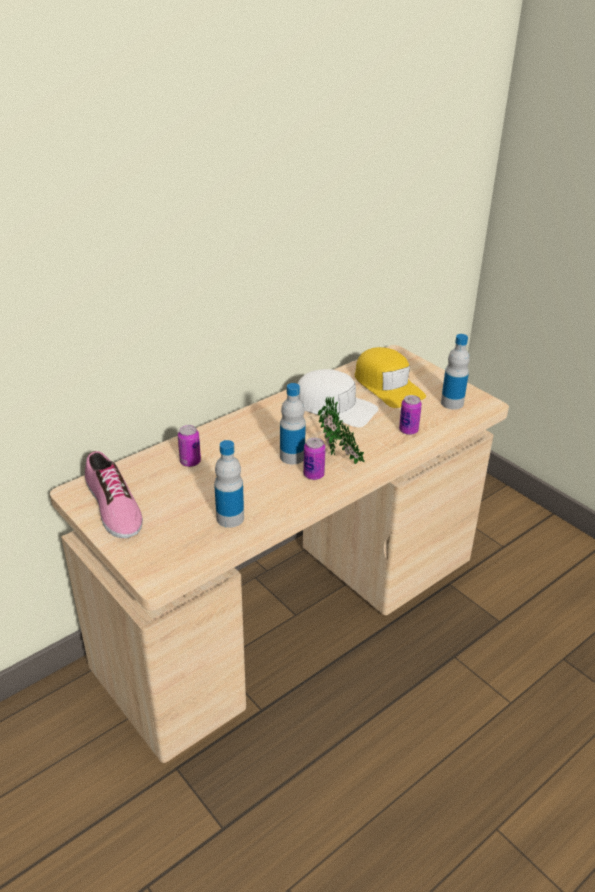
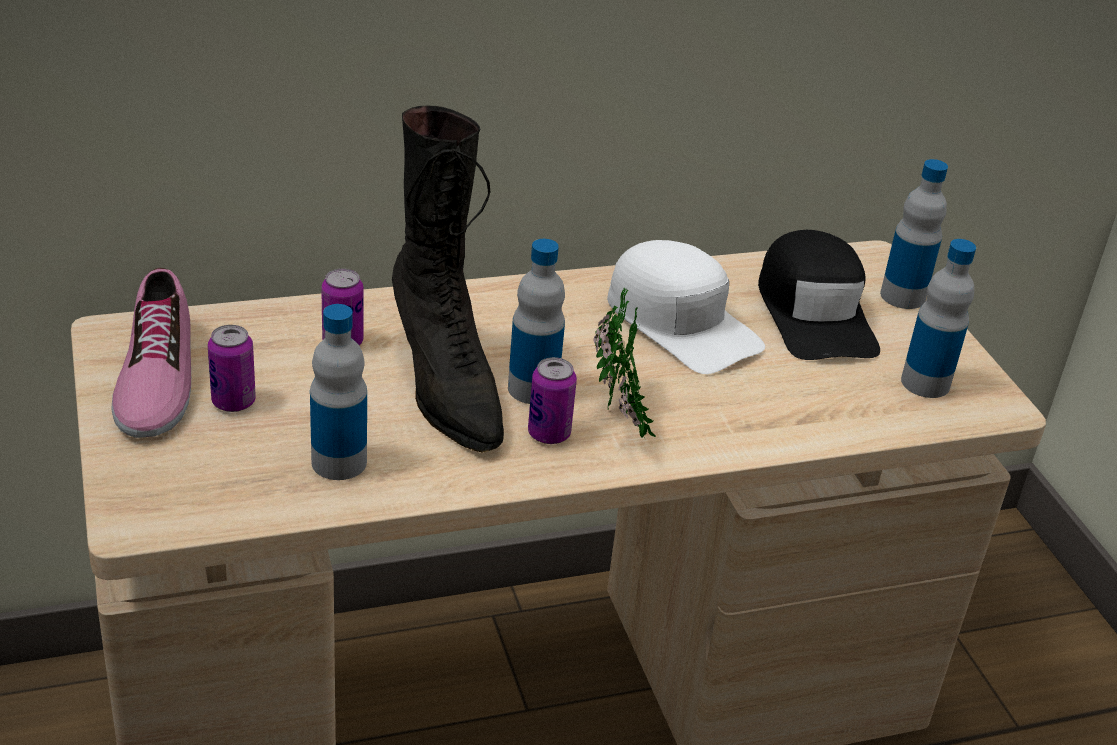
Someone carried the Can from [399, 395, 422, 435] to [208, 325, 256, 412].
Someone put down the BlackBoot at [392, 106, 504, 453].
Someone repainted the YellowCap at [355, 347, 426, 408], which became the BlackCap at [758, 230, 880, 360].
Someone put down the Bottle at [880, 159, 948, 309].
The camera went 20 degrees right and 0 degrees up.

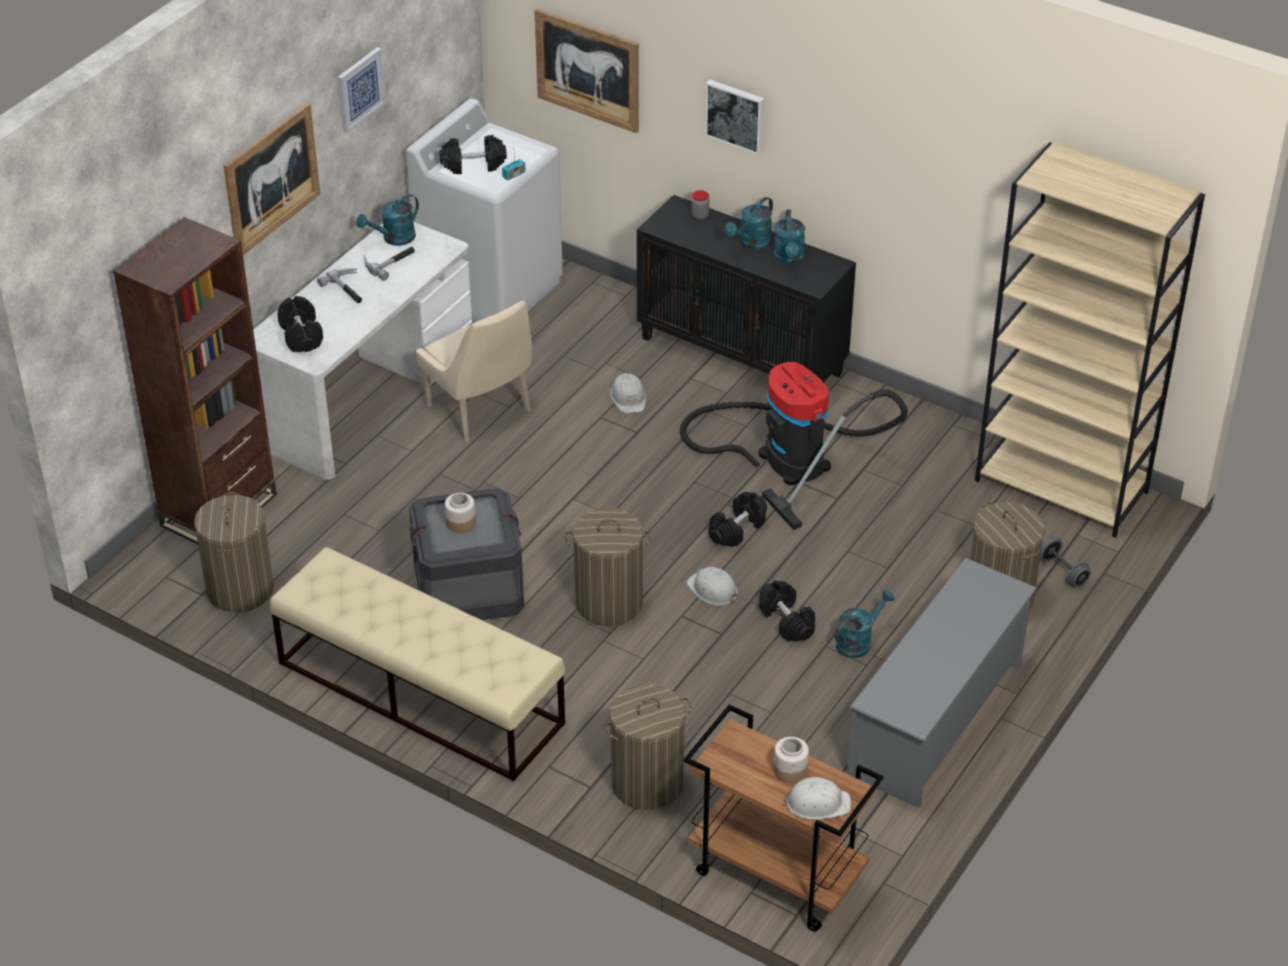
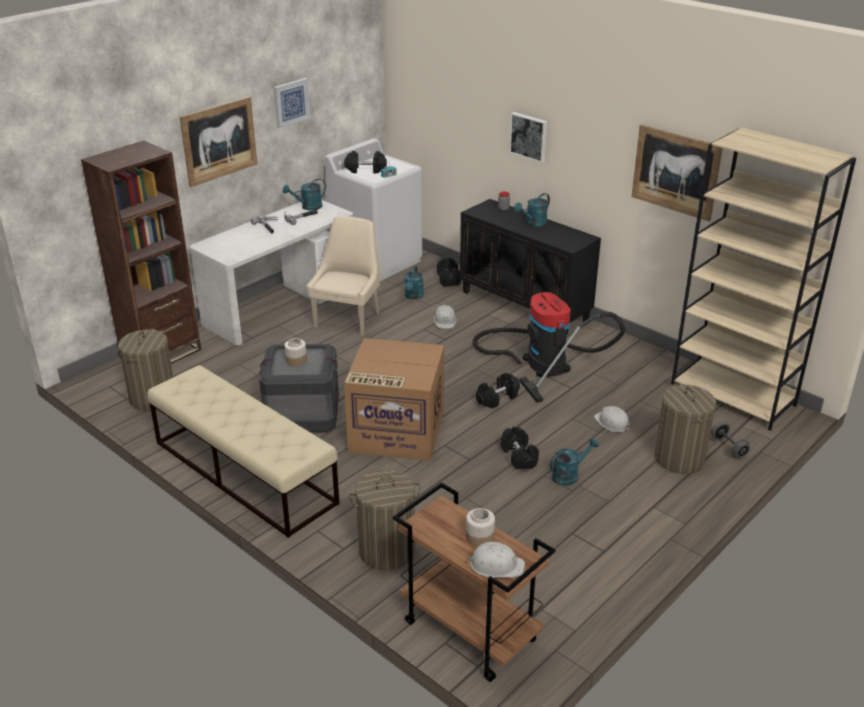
Someone rotated the BeigeChair at [416, 300, 532, 442] by 135 degrees counterclockwise.
Someone swapped the LaundryBasket at [565, 508, 651, 626] for the CardboardBox at [344, 338, 444, 461].
Someone carried the TurquoiseWateringCan from [774, 210, 805, 265] to [404, 266, 424, 299].
Someone carried the BlackDumbbell from [277, 296, 323, 352] to [437, 257, 461, 287].
Someone carried the WhiteHardHat from [686, 567, 738, 606] to [594, 406, 631, 432].
Someone carried the Picture from [535, 9, 639, 133] to [631, 125, 723, 221].
Someone took away the GreyShoeRack at [847, 558, 1037, 808].
The camera went 10 degrees right and 10 degrees down.

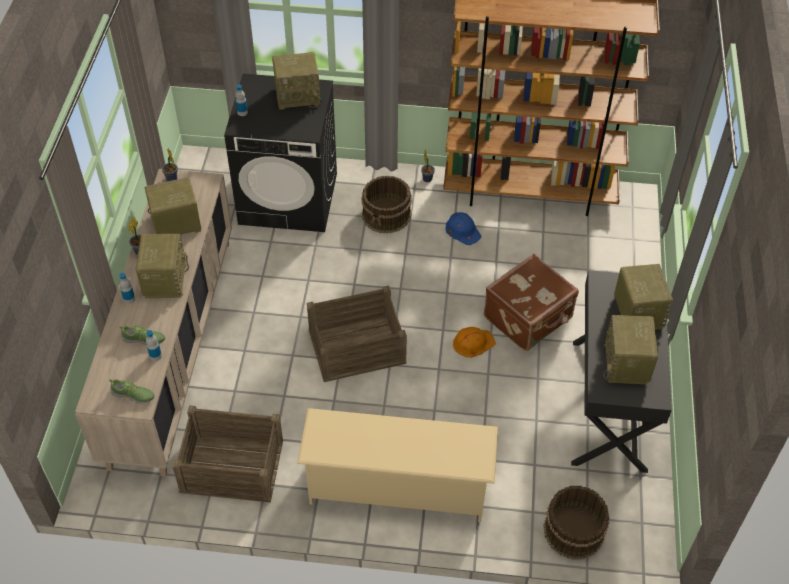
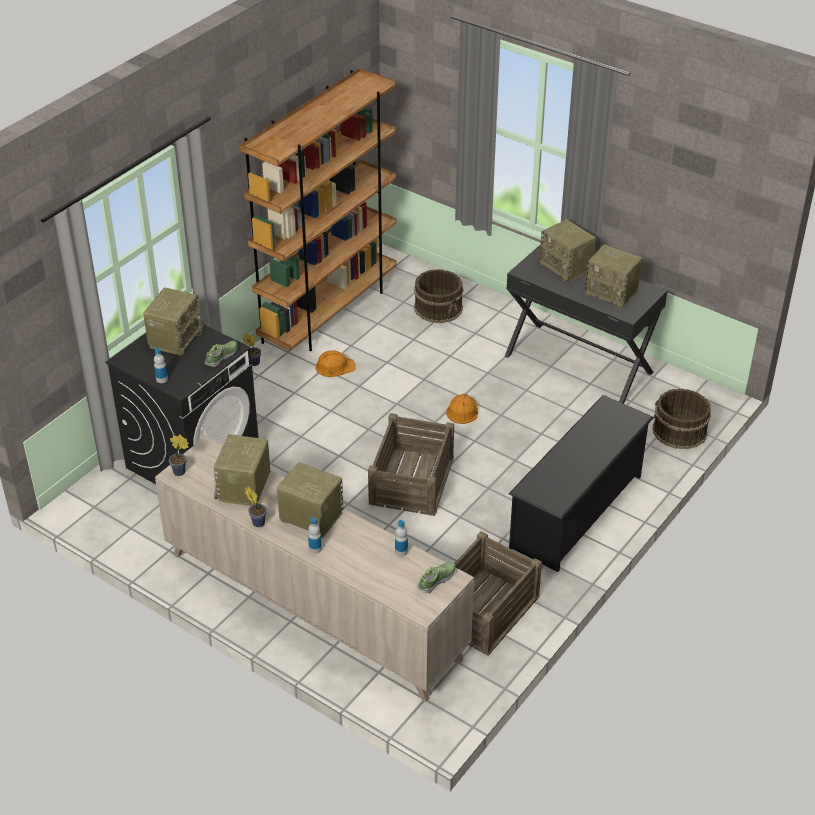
Someone carried the Shoe from [120, 325, 165, 345] to [205, 341, 237, 367].
Someone repainted the BlueHardHat at [445, 212, 481, 245], which became the OrangeHardHat at [316, 351, 356, 377].
Someone carried the BrownBucket from [362, 176, 412, 234] to [414, 269, 464, 323].
Someone repainted the BeigeShoeRack at [297, 408, 498, 522], which became the BlackShoeRack at [509, 395, 654, 572].
Someone rotated the Radio at [614, 264, 673, 330] by 150 degrees counterclockwise.
Someone took away the BrownSuitcase at [484, 254, 579, 351].
The camera went 60 degrees left and 10 degrees down.

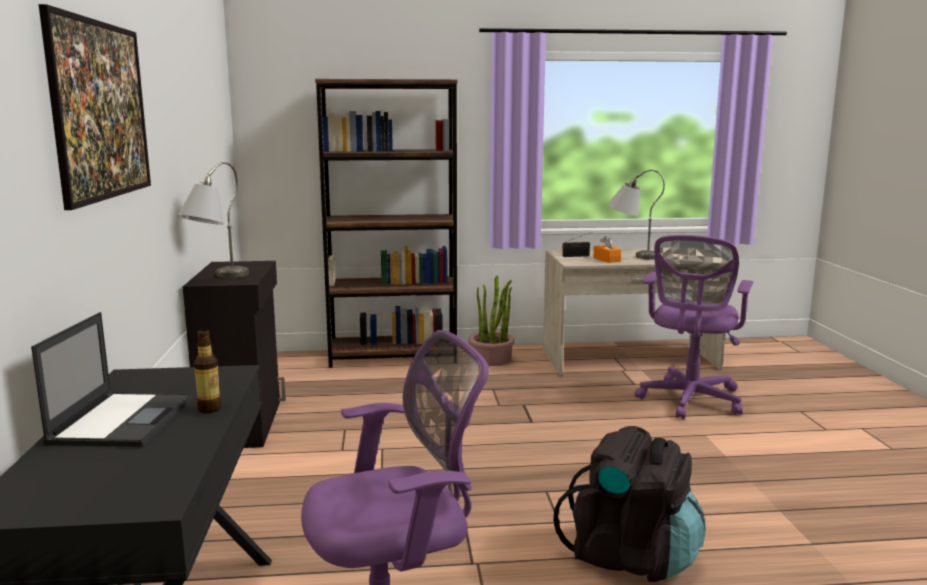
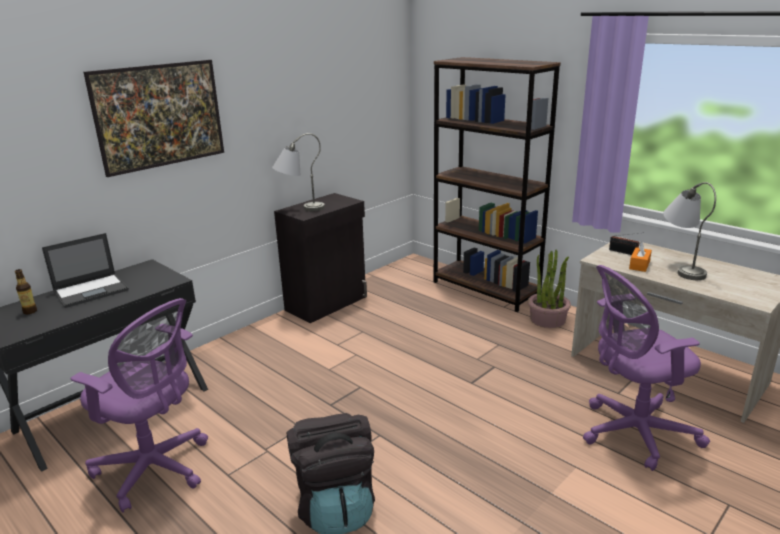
Someone carried the Bottle from [194, 329, 222, 413] to [15, 269, 37, 314].
The camera went 50 degrees right and 10 degrees up.

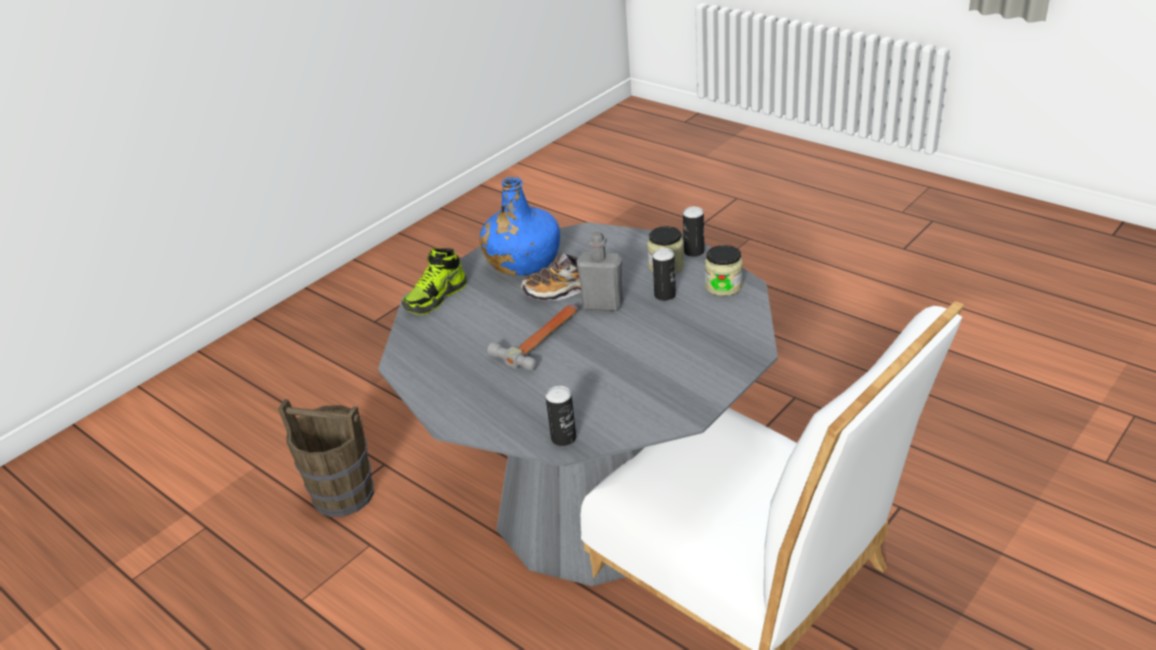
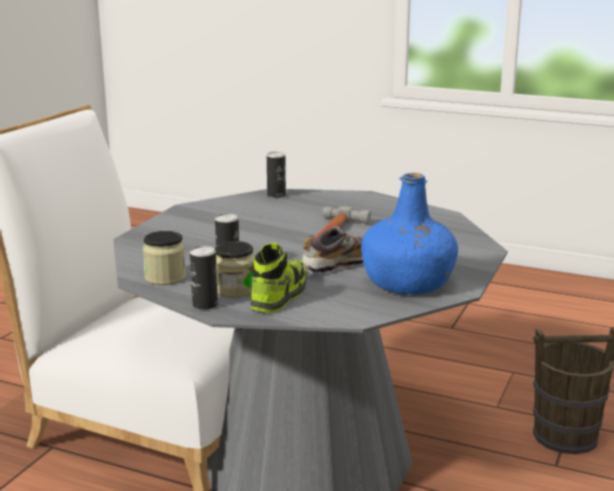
Someone carried the Shoe from [402, 248, 467, 315] to [251, 243, 307, 313].
Someone took away the GreyBottle at [576, 231, 623, 311].
The camera went 160 degrees right and 15 degrees down.

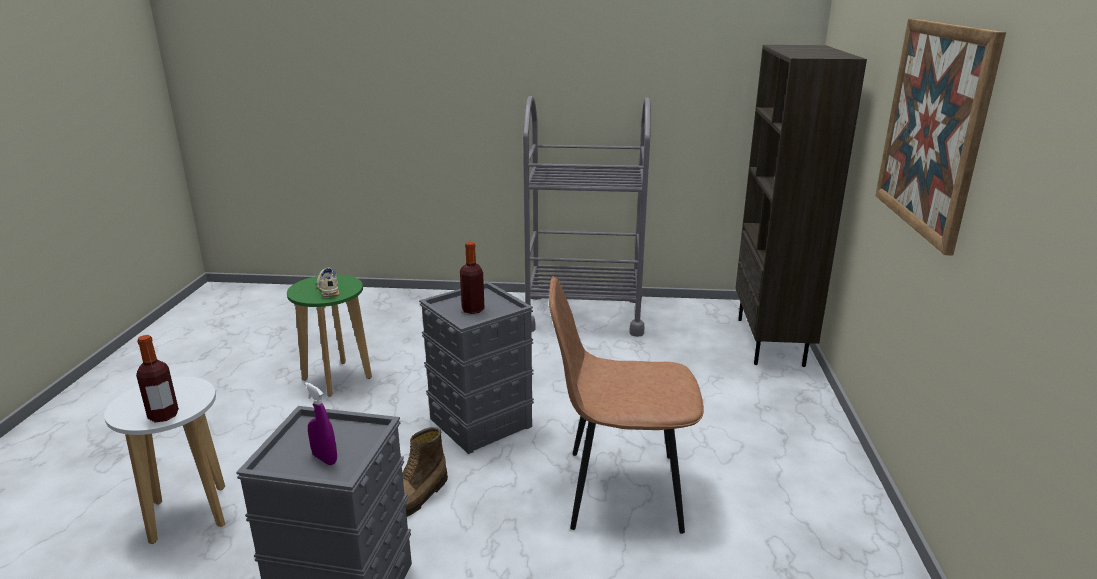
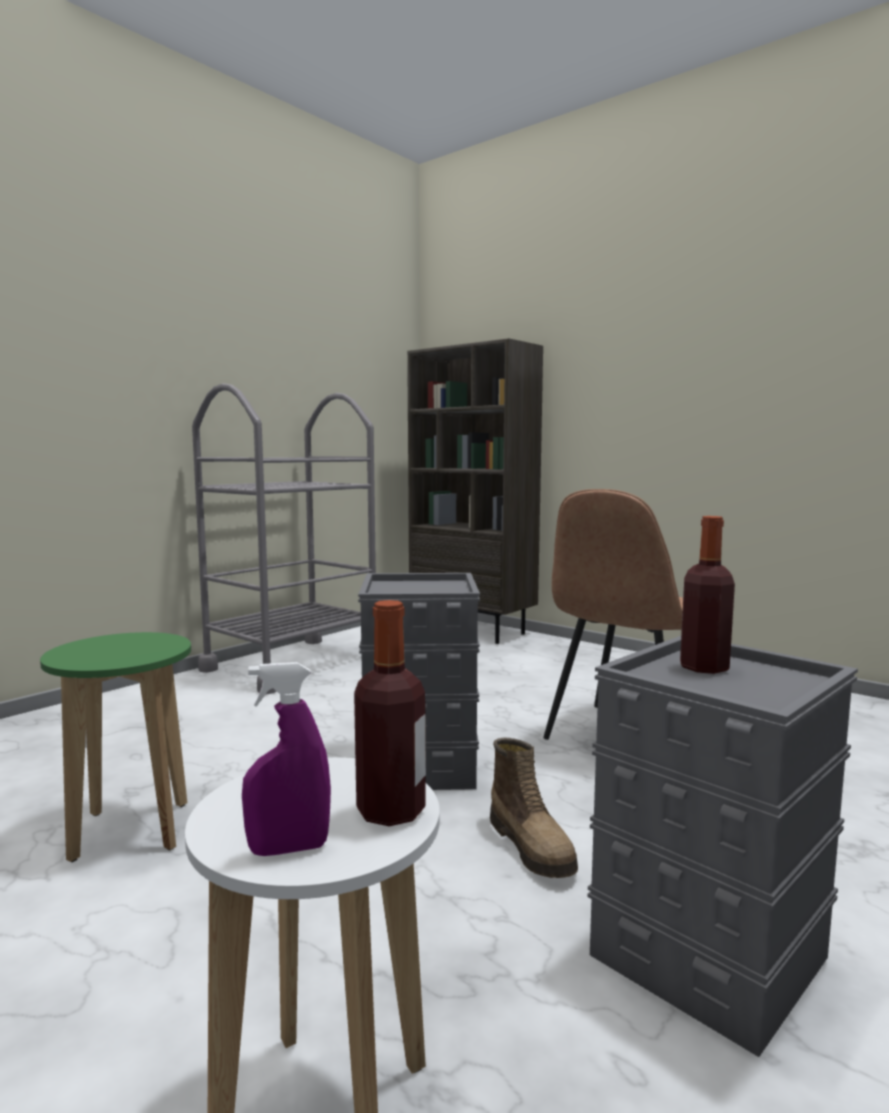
Someone carried the PurpleSprayBottle from [305, 382, 337, 465] to [242, 662, 331, 856].
Someone carried the Bottle from [460, 242, 485, 314] to [680, 516, 735, 674].
Someone took away the BeigeShoe at [317, 268, 340, 297].
Someone took away the Picture at [875, 19, 1006, 255].
The camera went 55 degrees left and 15 degrees down.

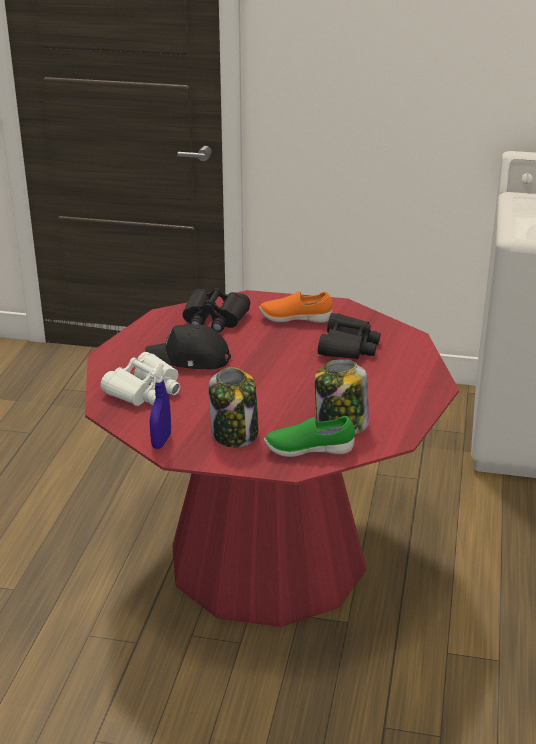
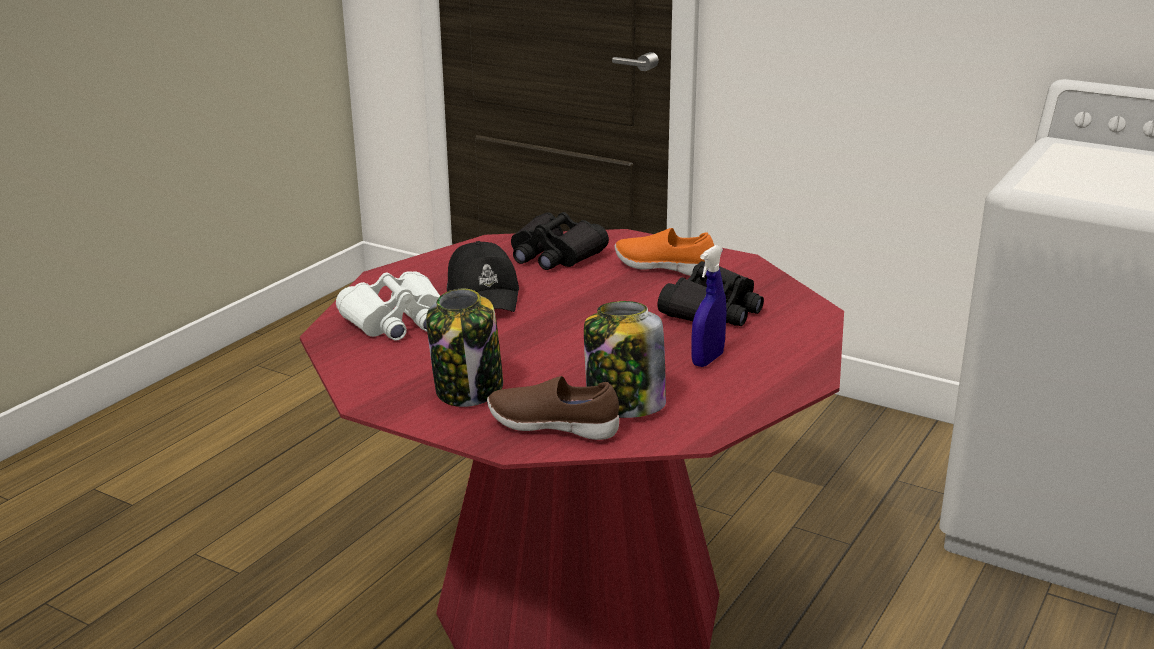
Someone rotated the BlackCap at [145, 324, 231, 369] by 135 degrees counterclockwise.
Someone repainted the GreenShoe at [264, 416, 355, 457], which became the BrownShoe at [487, 376, 619, 440].
Someone carried the BlueSprayBottle from [150, 363, 171, 449] to [691, 245, 727, 367].
The camera went 20 degrees right and 5 degrees down.

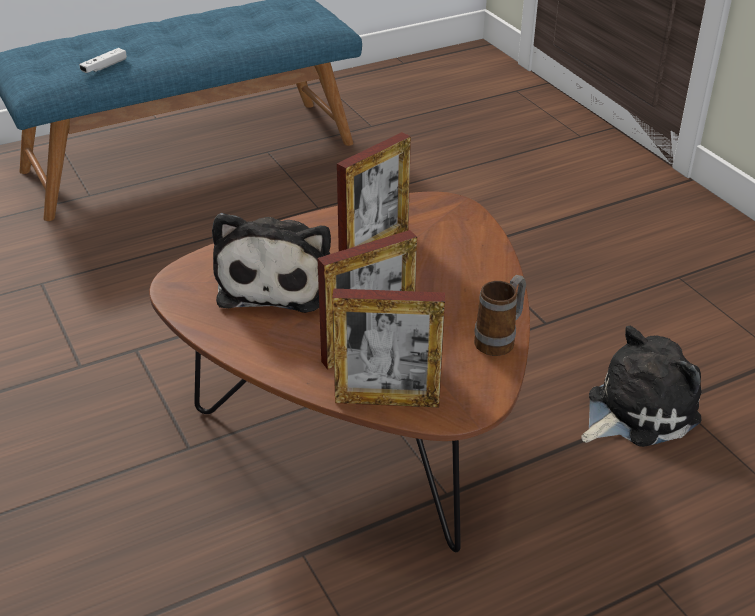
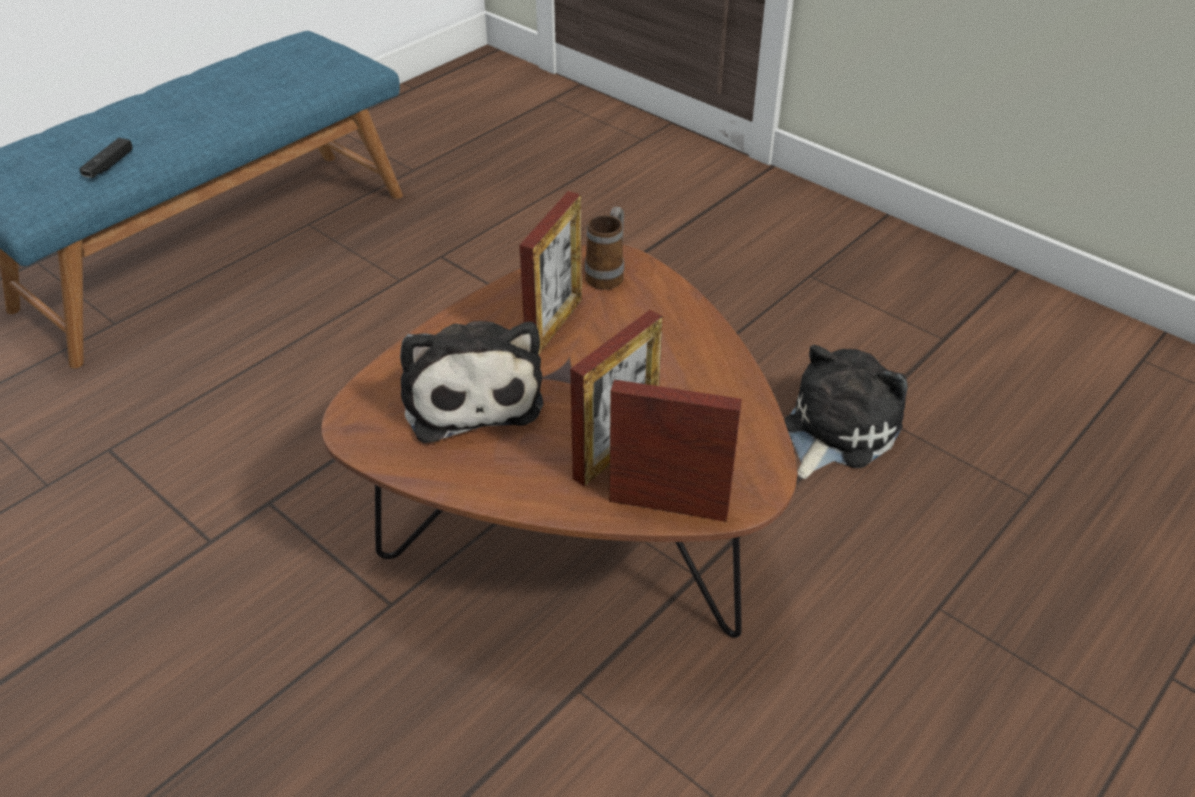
Someone repainted the WhiteGameController at [79, 48, 127, 73], which became the BlackGameController at [79, 138, 133, 178].
Someone carried the Mug from [474, 275, 526, 356] to [585, 207, 624, 289].
Someone rotated the PictureFrame at [332, 289, 445, 407] by 150 degrees counterclockwise.
The camera went 20 degrees left and 5 degrees up.

